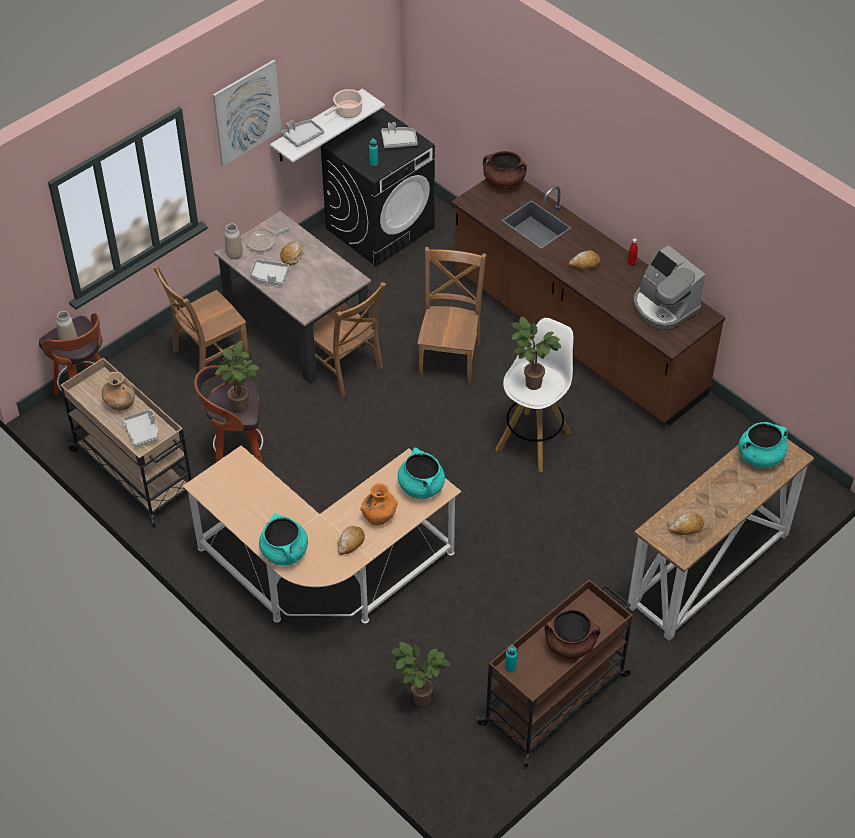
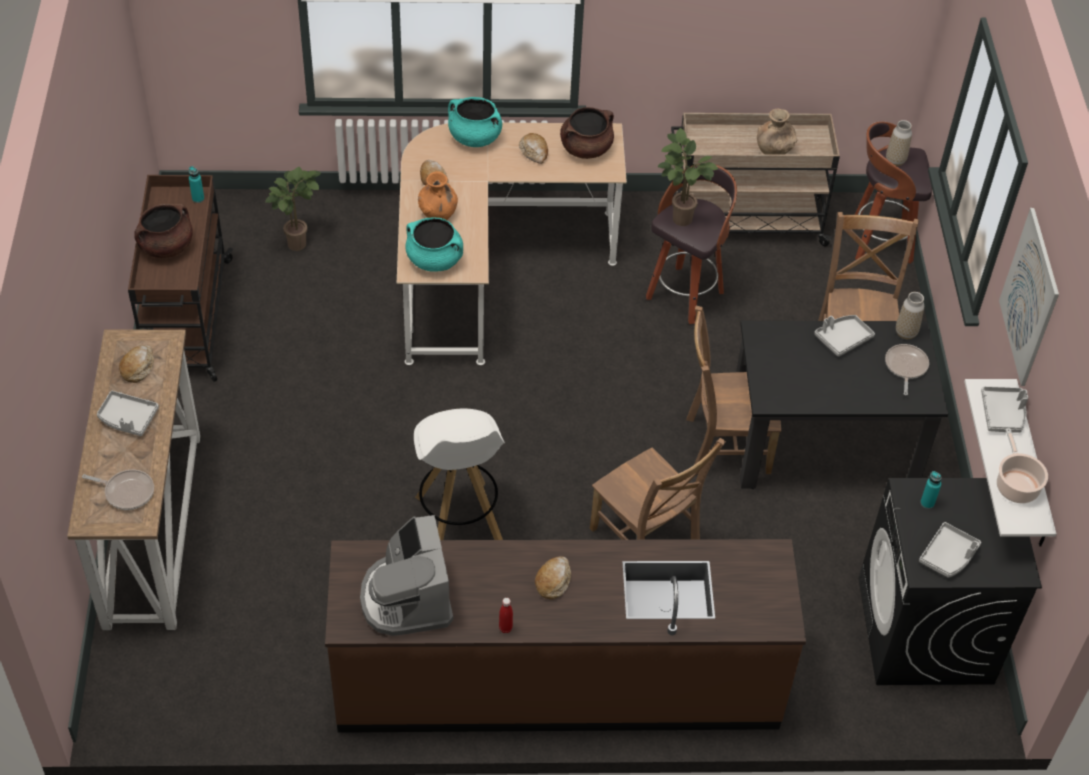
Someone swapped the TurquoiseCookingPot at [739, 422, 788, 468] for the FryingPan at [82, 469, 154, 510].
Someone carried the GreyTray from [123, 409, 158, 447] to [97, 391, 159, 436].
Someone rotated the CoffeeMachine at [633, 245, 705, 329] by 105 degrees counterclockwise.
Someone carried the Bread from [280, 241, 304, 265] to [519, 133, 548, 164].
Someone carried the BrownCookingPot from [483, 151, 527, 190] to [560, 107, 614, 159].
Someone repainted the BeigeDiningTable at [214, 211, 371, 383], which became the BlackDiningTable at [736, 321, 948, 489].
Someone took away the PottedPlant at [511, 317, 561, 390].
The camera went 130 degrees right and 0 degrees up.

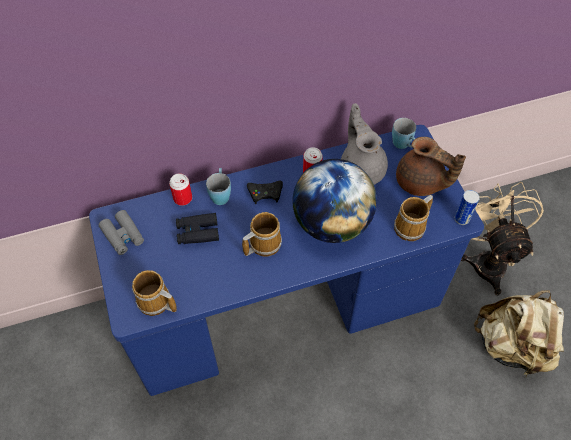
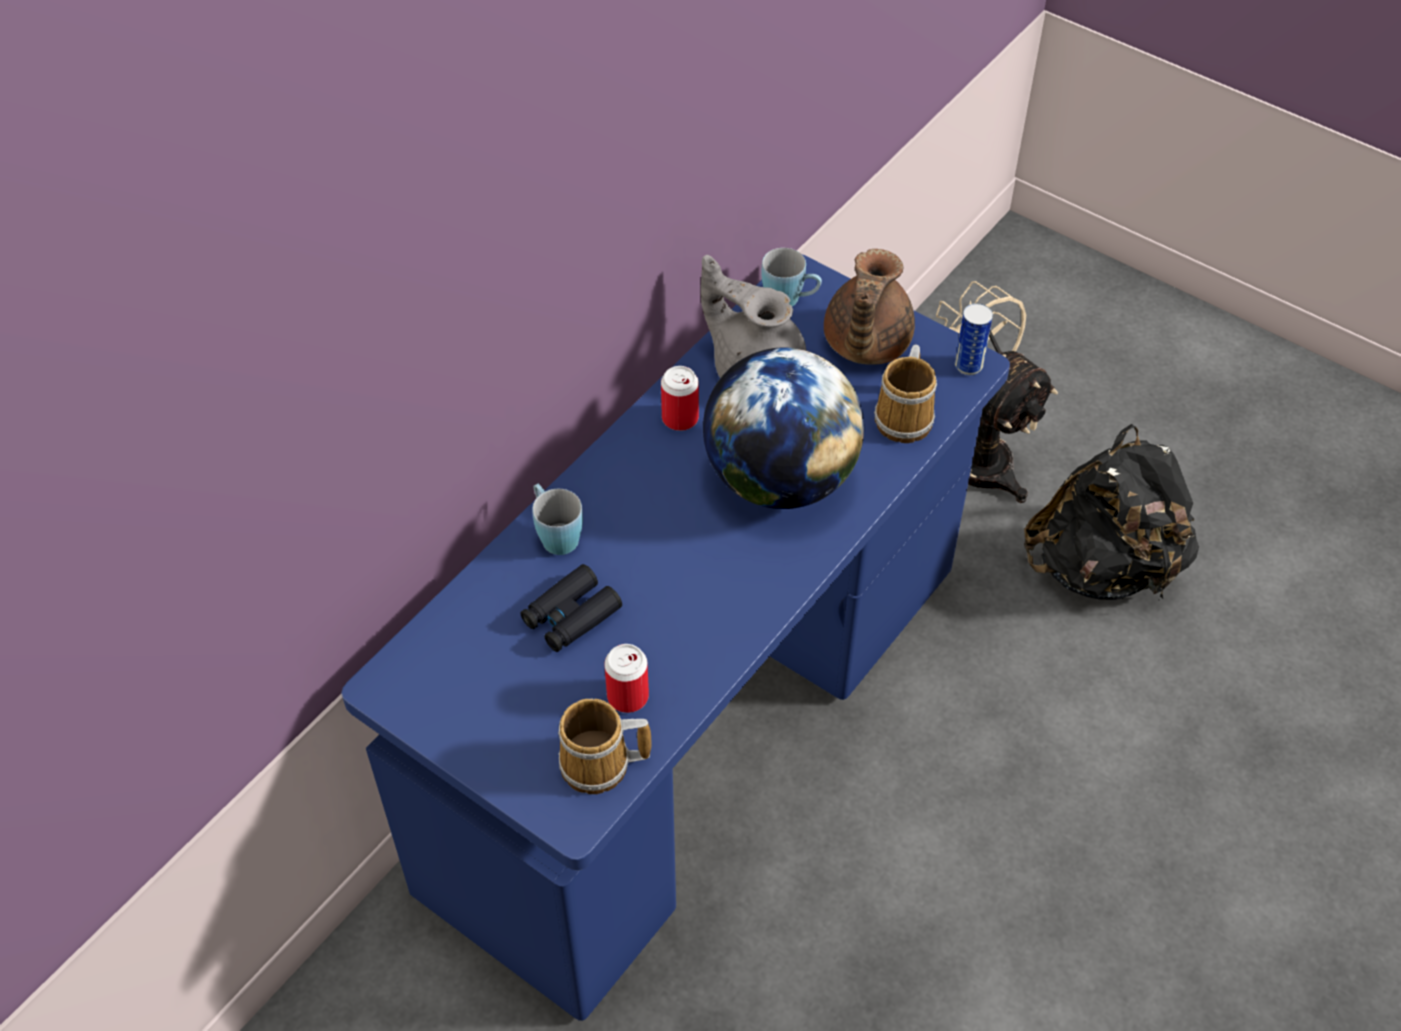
Someone carried the Can from [169, 173, 192, 206] to [604, 644, 649, 713].
Someone rotated the BrownTeapot at [396, 137, 466, 196] by 105 degrees clockwise.
Someone repainted the BeigeBackpack at [474, 290, 564, 377], which became the BlackBackpack at [1024, 424, 1199, 600].
Someone took away the GreyBinoculars at [99, 210, 144, 255].
Someone took away the Mug at [242, 212, 282, 257].
Someone took away the BlackGameController at [247, 180, 283, 204].
The camera went 35 degrees left and 5 degrees down.

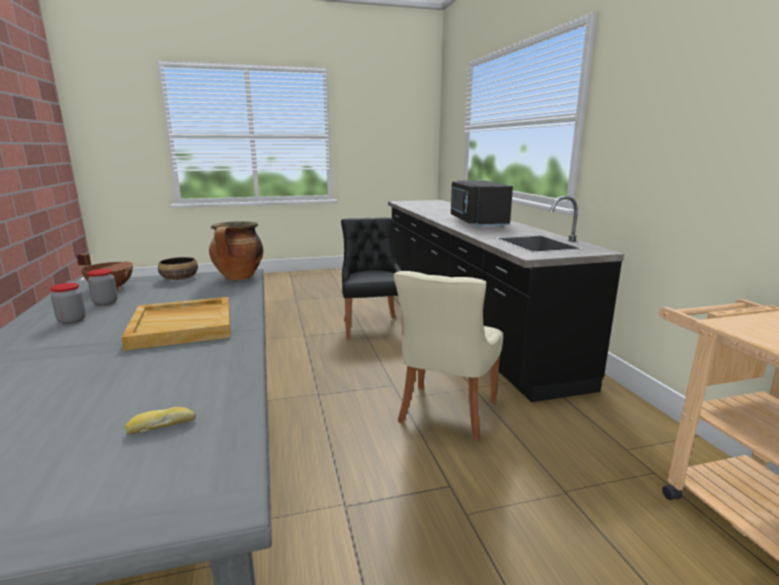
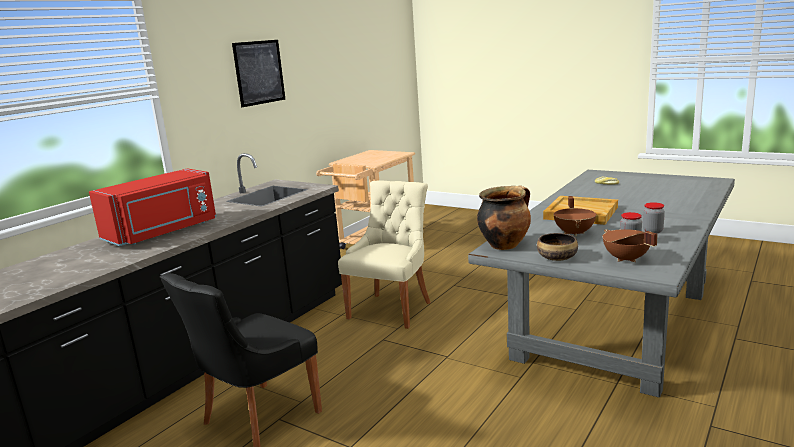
Someone repainted the BlackMicrowave at [451, 180, 513, 228], which became the RedMicrowave at [89, 168, 216, 246].
Someone put up the Picture at [232, 40, 285, 107].
Someone rotated the BeigeChair at [394, 271, 503, 441] by 45 degrees counterclockwise.
Someone put down the BrownCookingPot at [553, 196, 597, 237].
The camera went 130 degrees left and 0 degrees up.

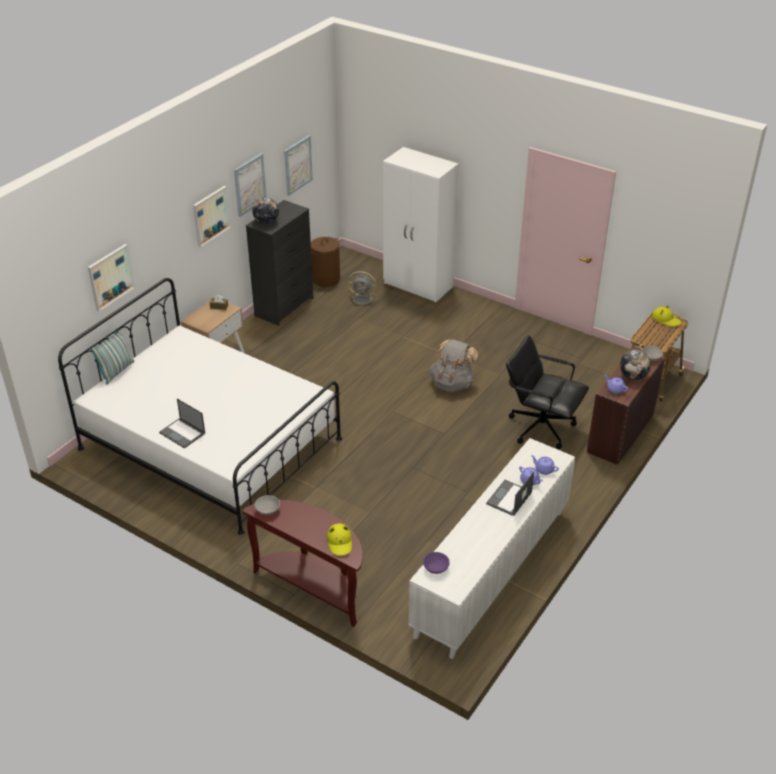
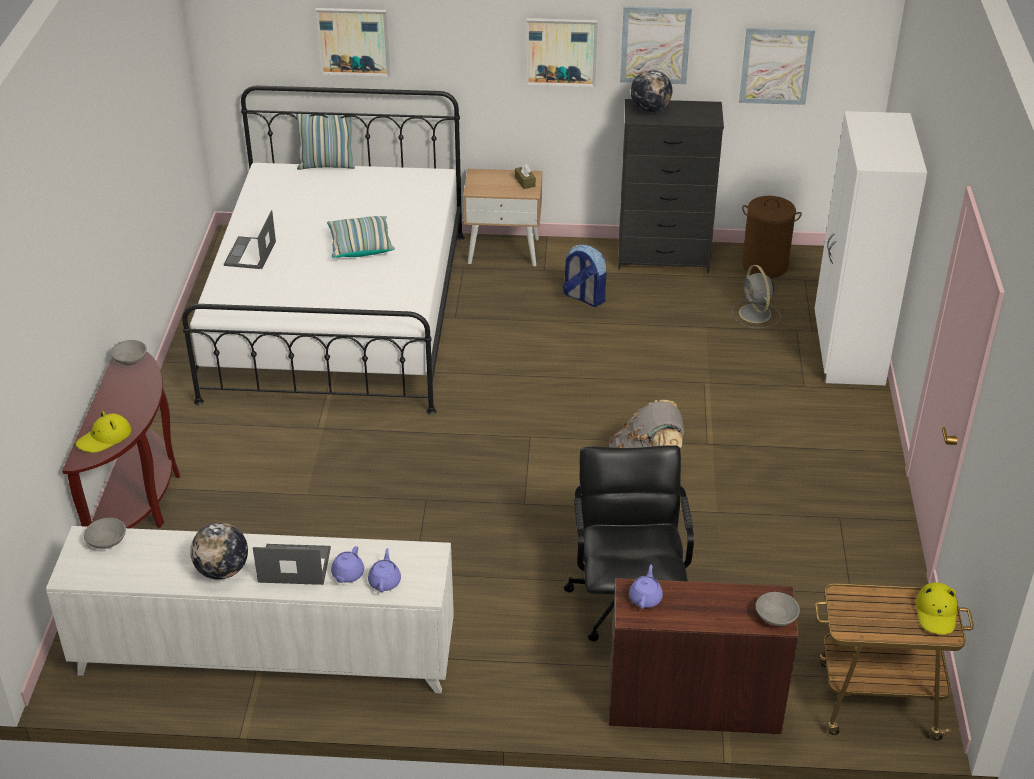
Someone repainted the PurpleBowl at [423, 552, 450, 574], which became the GreyBowl at [84, 518, 126, 549].
Someone carried the Globe from [620, 350, 651, 380] to [190, 522, 248, 580].
Someone put down the Pillow at [327, 216, 395, 257].
Someone put down the Backpack at [562, 245, 606, 307].
The camera went 60 degrees right and 0 degrees up.

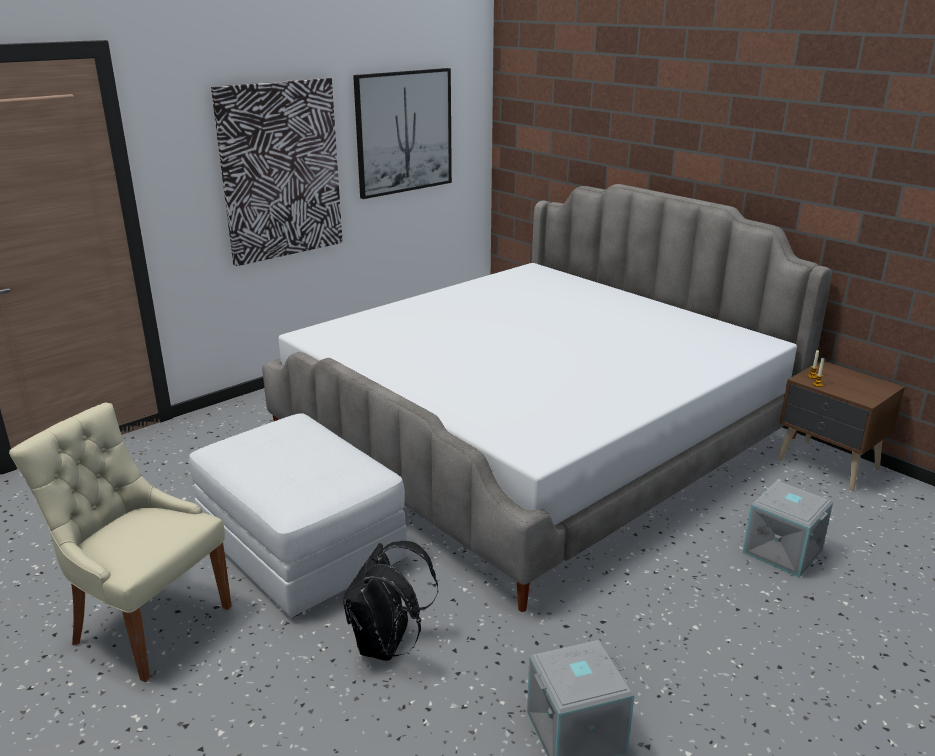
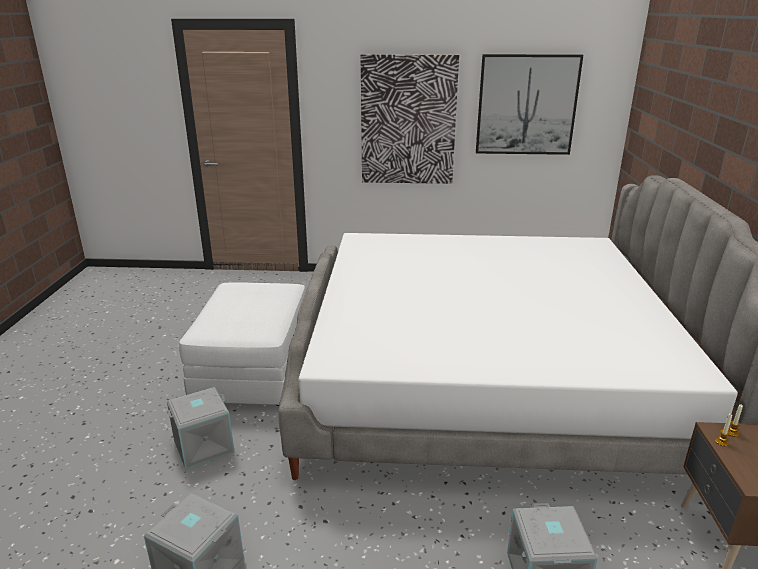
Someone swapped the BlackBackpack at [343, 541, 438, 661] for the GreyStorageBox at [167, 387, 235, 469].
Someone took away the BeigeChair at [9, 402, 232, 682].
The camera went 45 degrees right and 0 degrees up.

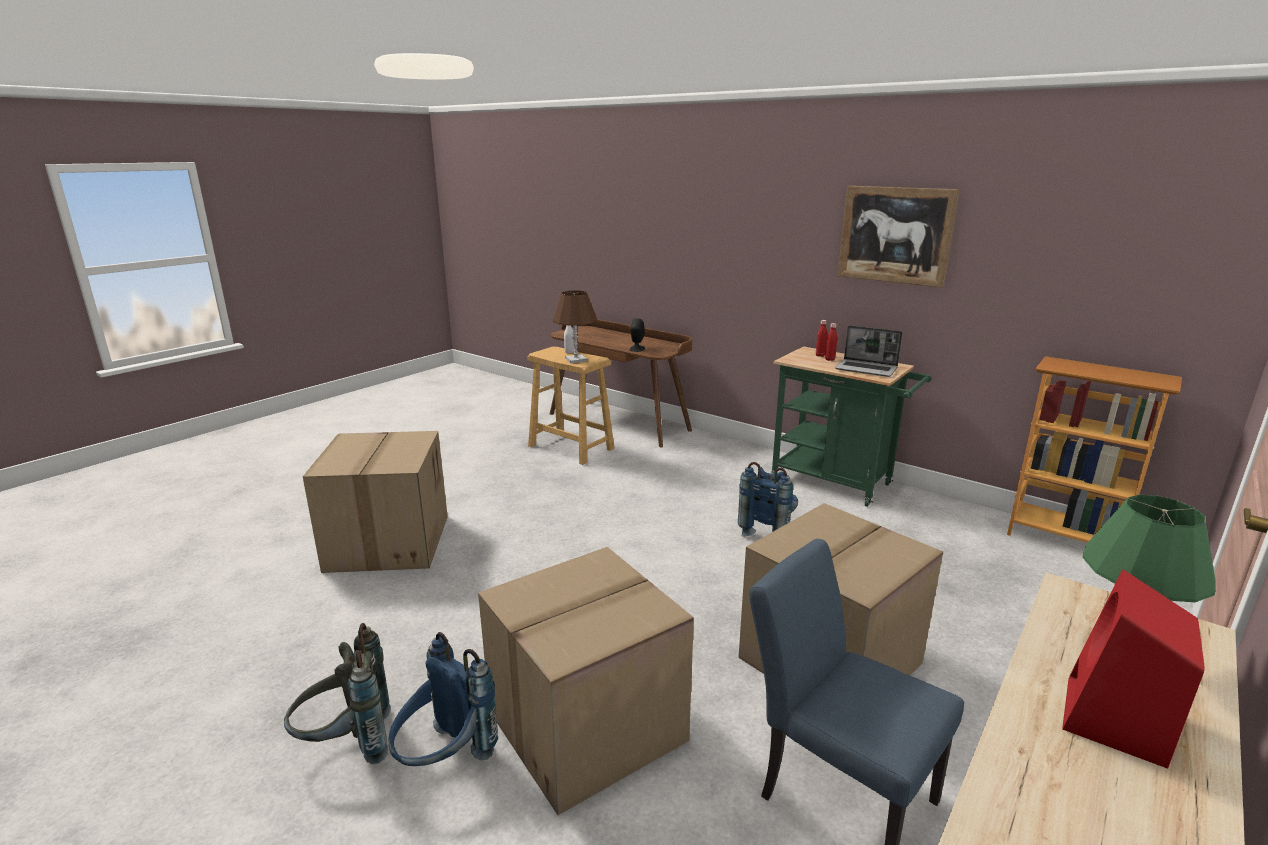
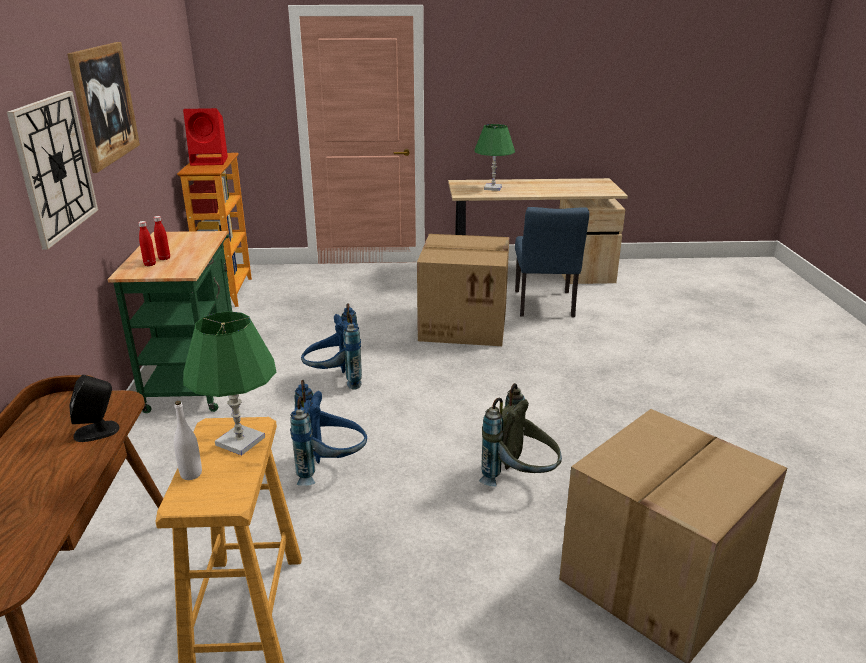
Someone put up the WallClock at [7, 91, 98, 249].
Someone carried the RedSpeaker from [1062, 569, 1205, 769] to [183, 108, 228, 166].
Someone repainted the BrownTableLamp at [553, 290, 597, 363], which became the GreenTableLamp at [183, 311, 276, 455].
Someone carried the BlueBackpack from [389, 632, 498, 766] to [290, 380, 367, 486].
Someone carried the GreyBackpack from [284, 623, 391, 764] to [479, 383, 562, 487].
Someone took away the CardboardBox at [478, 547, 694, 815].
Someone took away the Laptop at [835, 325, 903, 377].
The camera went 130 degrees left and 5 degrees up.

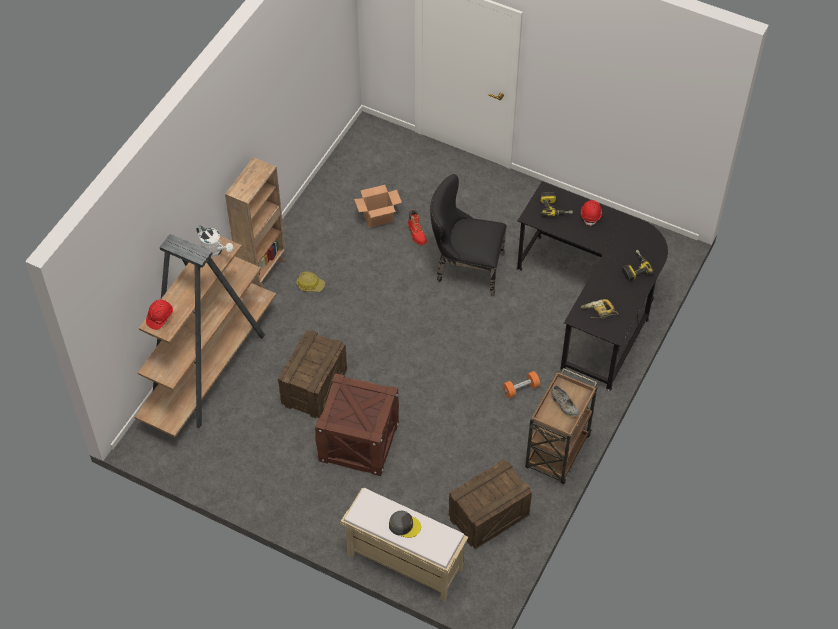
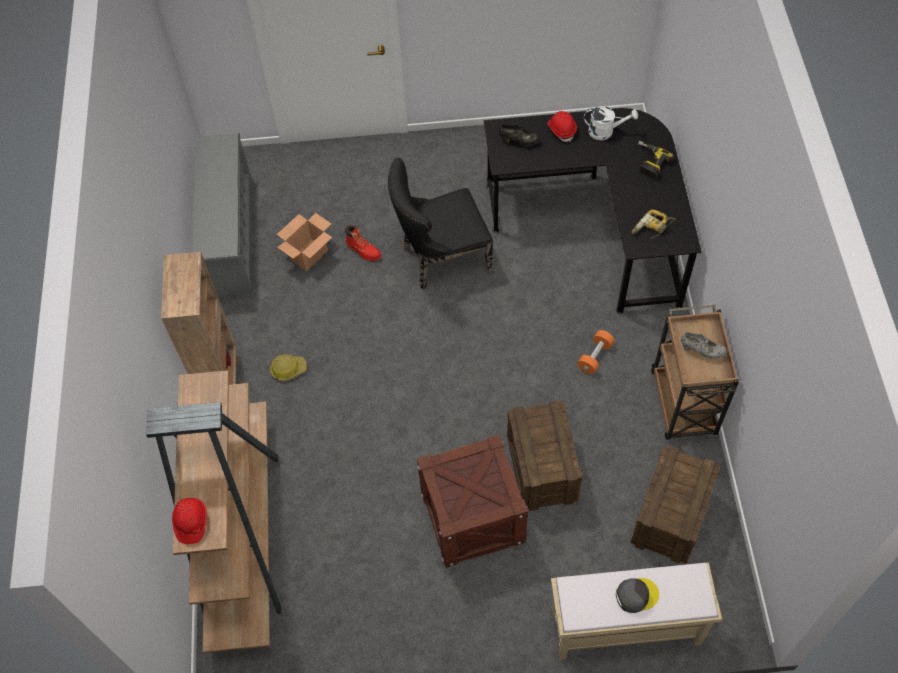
Someone put down the GreyShoeRack at [192, 133, 252, 296].
Someone swapped the PowerDrill at [540, 192, 573, 217] for the BlackShoe at [499, 124, 541, 146].
Someone carried the Crate from [278, 330, 347, 418] to [507, 400, 583, 511].
Someone carried the WhiteWateringCan from [196, 226, 233, 257] to [584, 106, 638, 140].
The camera went 30 degrees left and 5 degrees up.

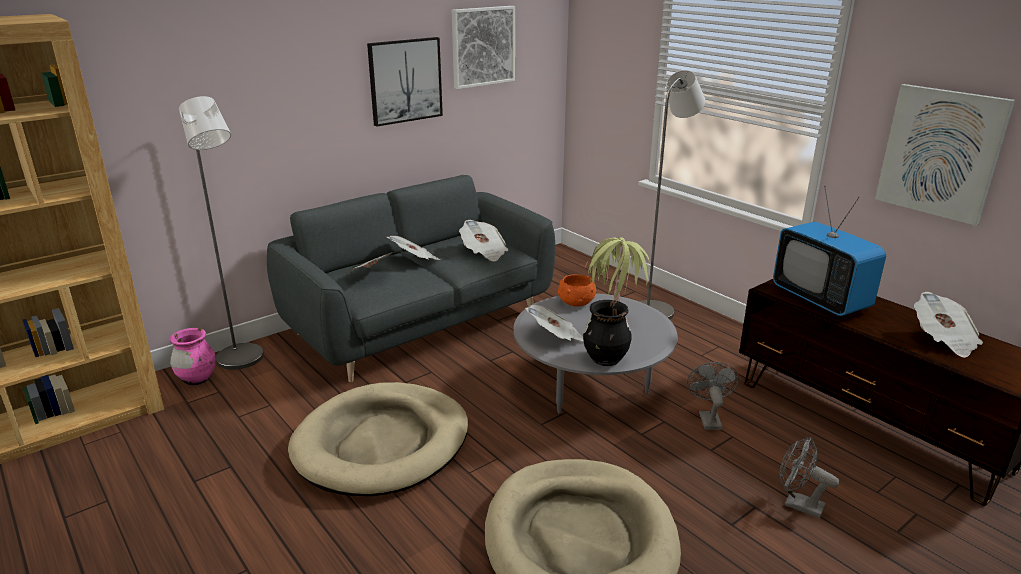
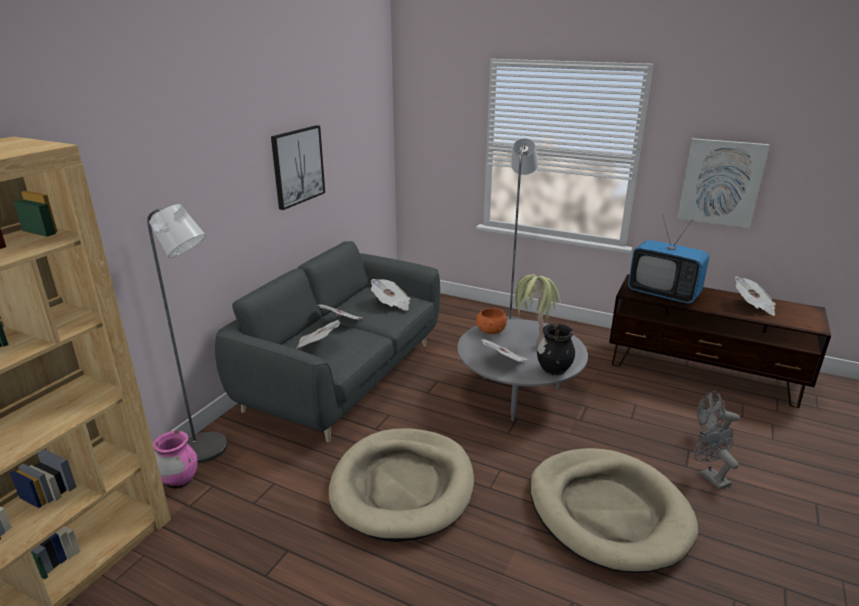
Someone carried the GreyFan from [687, 362, 739, 430] to [694, 427, 739, 490].
Someone took away the Picture at [452, 6, 515, 89].
The camera went 25 degrees left and 0 degrees up.

